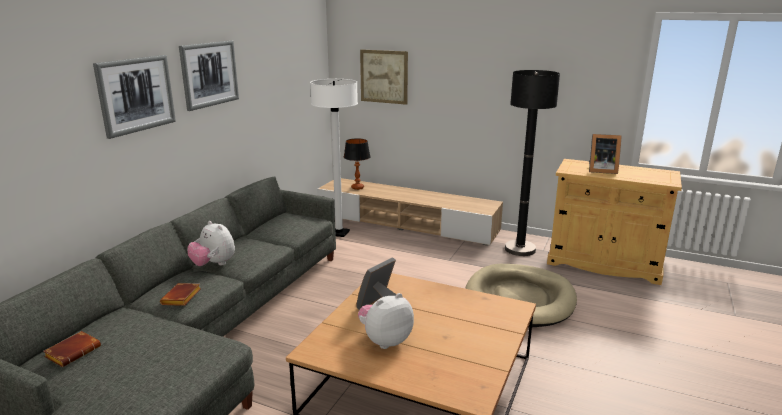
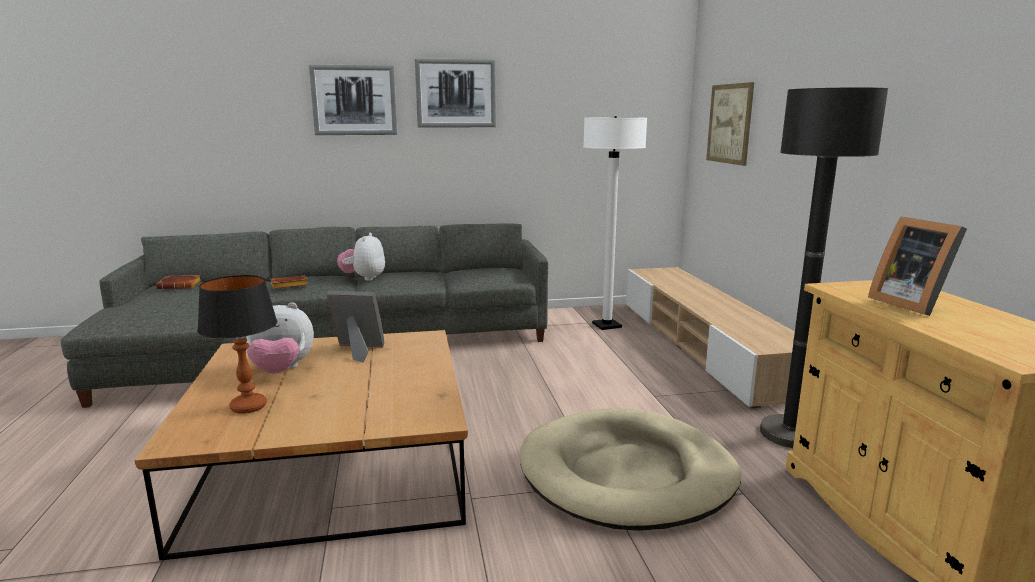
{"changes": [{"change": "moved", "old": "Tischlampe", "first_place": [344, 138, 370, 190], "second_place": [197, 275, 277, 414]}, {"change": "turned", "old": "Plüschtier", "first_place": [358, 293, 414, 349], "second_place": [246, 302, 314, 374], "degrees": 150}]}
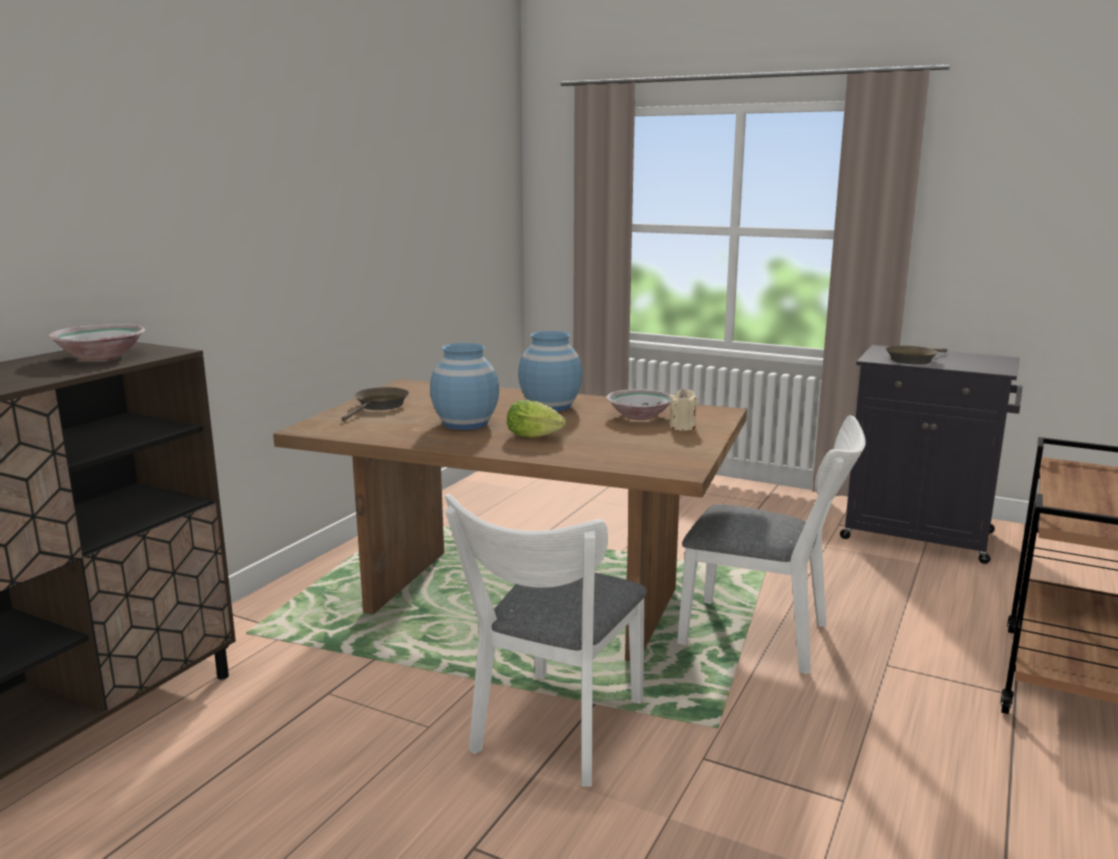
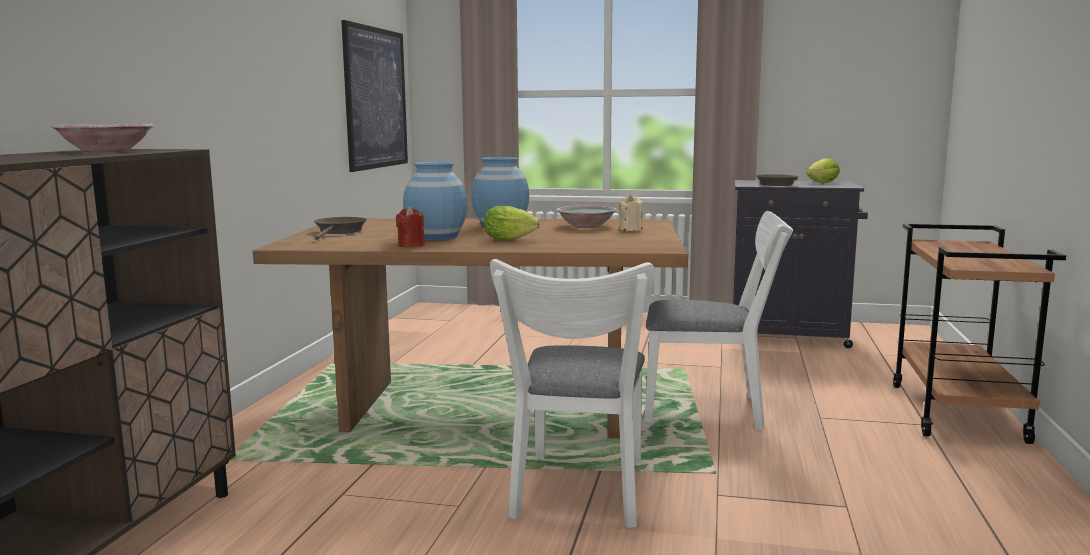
{"changes": [{"change": "added", "new": "Bild", "second_place": [341, 20, 408, 172]}, {"change": "added", "new": "Kerze (rot)", "second_place": [396, 207, 425, 248]}, {"change": "added", "new": "Salatkopf", "second_place": [806, 158, 840, 183]}]}
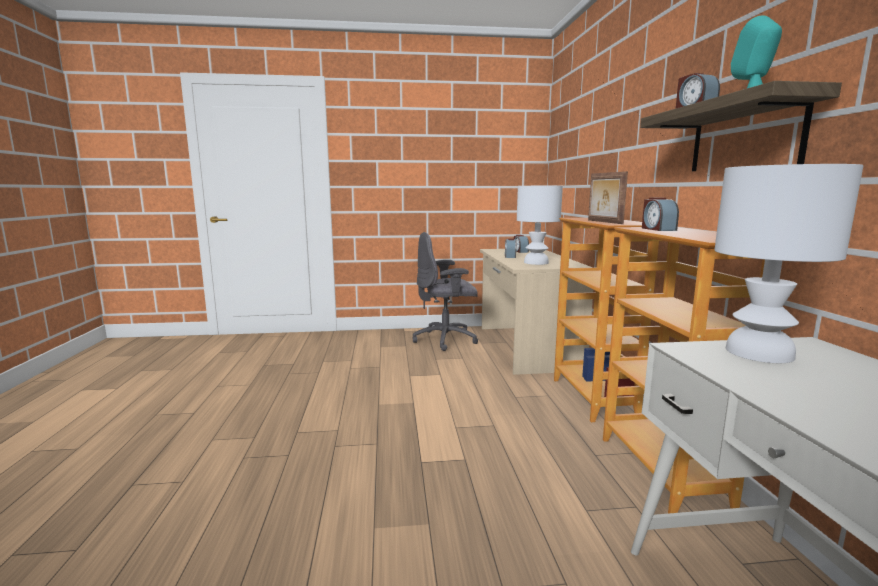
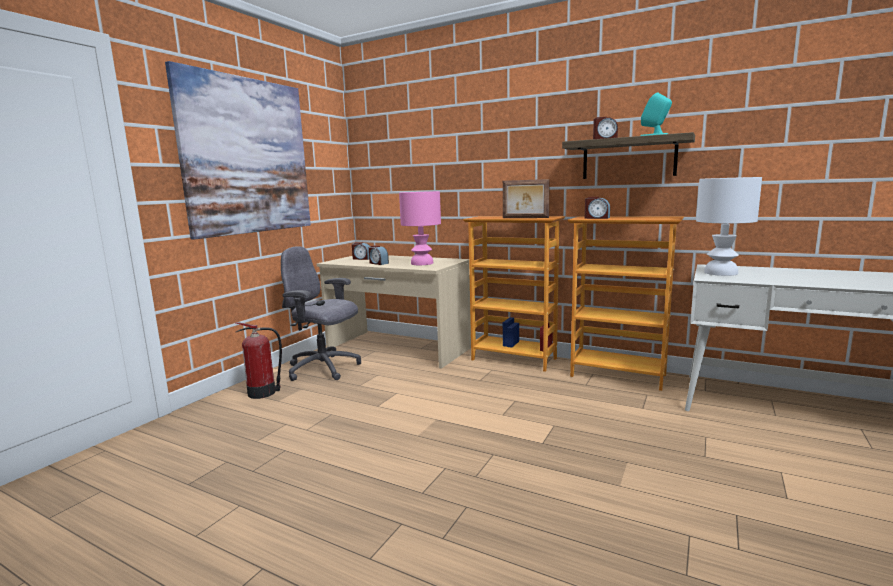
{"changes": [{"change": "added", "new": "Bild", "second_place": [165, 61, 311, 239]}, {"change": "added", "new": "Feuerlöscher", "second_place": [235, 322, 282, 399]}, {"change": "turned", "old": "Bürostuhl (grau)", "first_place": [412, 232, 478, 351], "second_place": [281, 246, 361, 381], "degrees": 90}, {"change": "recoloured", "old": "Tischlampe (weiß)", "new": "Tischlampe (rosa)", "first_place": [517, 186, 563, 265], "second_place": [399, 191, 441, 265]}]}
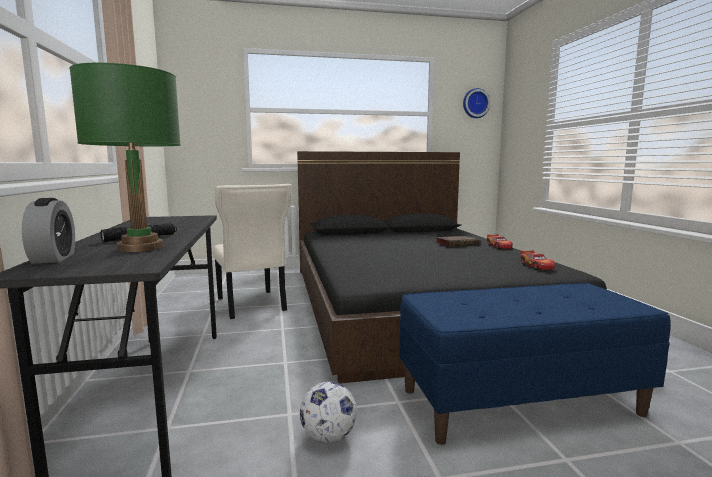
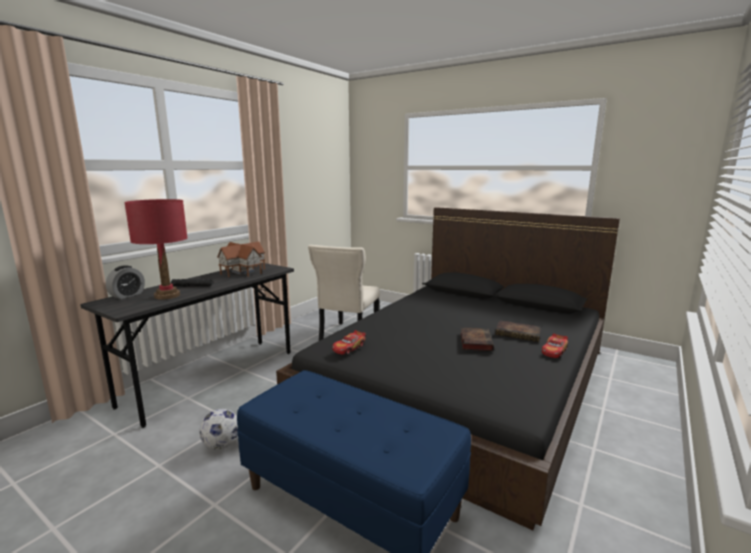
{"changes": [{"change": "recoloured", "old": "Tischlampe (grün)", "new": "Tischlampe (rot)", "first_place": [69, 63, 181, 252], "second_place": [124, 199, 188, 300]}, {"change": "added", "new": "Spielzeughaus", "second_place": [217, 242, 265, 277]}, {"change": "moved", "old": "Spielzeugauto", "first_place": [520, 250, 555, 270], "second_place": [332, 330, 366, 355]}, {"change": "added", "new": "Buch", "second_place": [461, 327, 494, 351]}, {"change": "removed", "old": "Wanduhr", "first_place": [463, 88, 490, 118]}]}
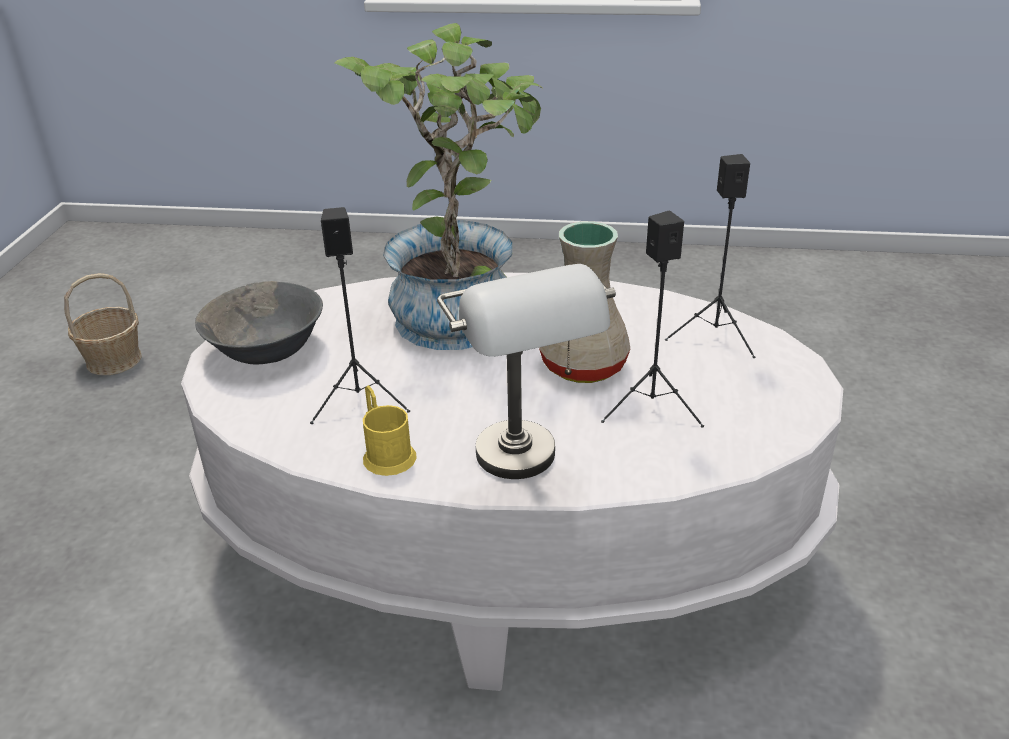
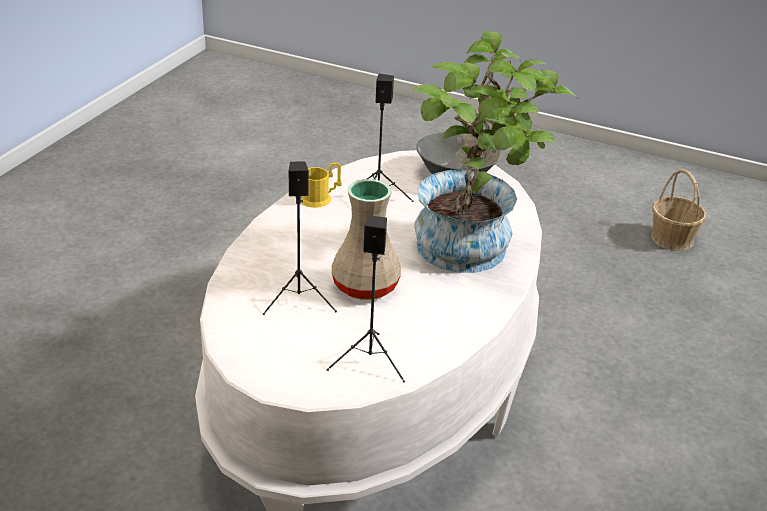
{"changes": [{"change": "removed", "old": "Tischlampe (grau)", "first_place": [437, 264, 616, 479]}]}
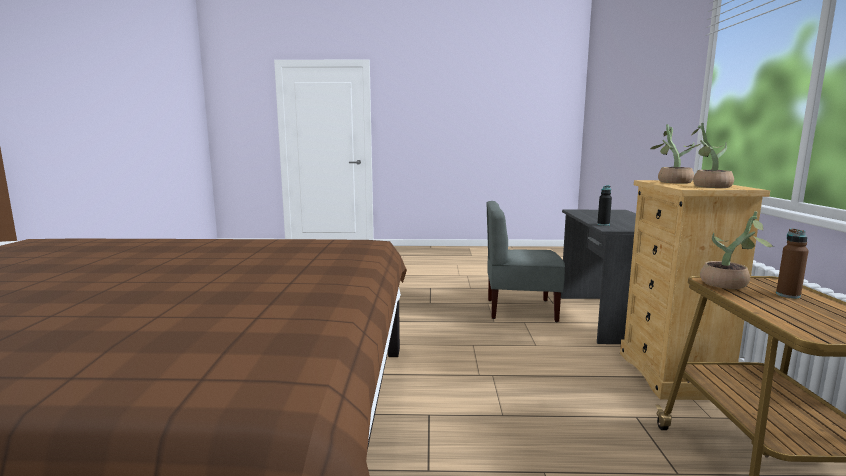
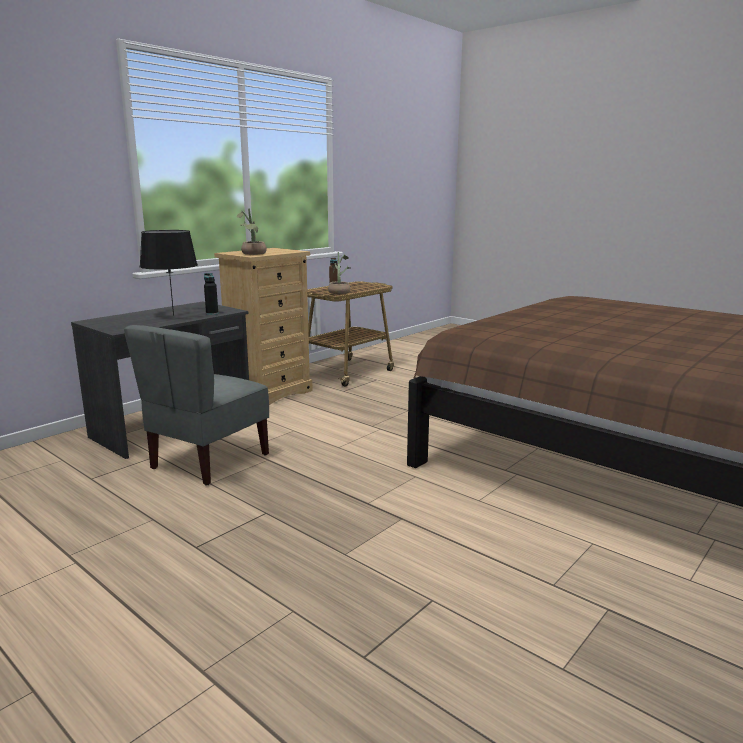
{"changes": [{"change": "turned", "old": "Stuhl (grau)", "first_place": [487, 201, 565, 322], "second_place": [124, 325, 269, 486], "degrees": 75}, {"change": "added", "new": "Tischlampe (schwarz)", "second_place": [140, 230, 198, 316]}, {"change": "removed", "old": "Topfpflanze", "first_place": [685, 123, 734, 188]}]}
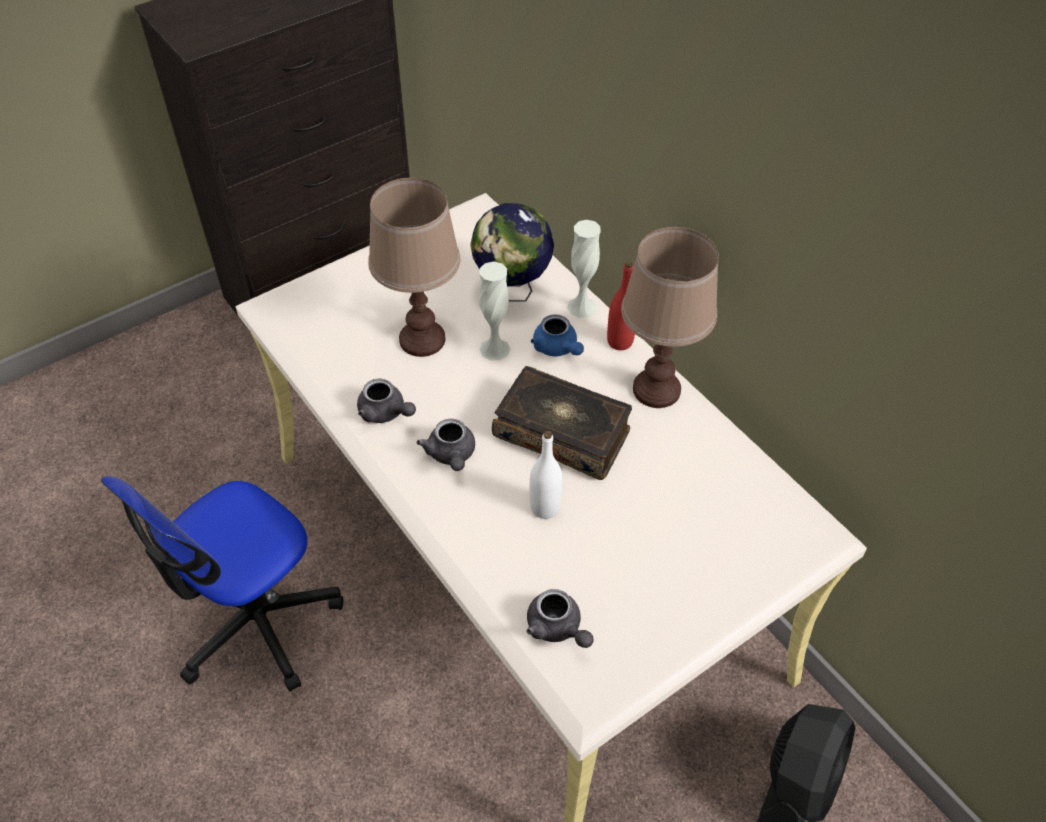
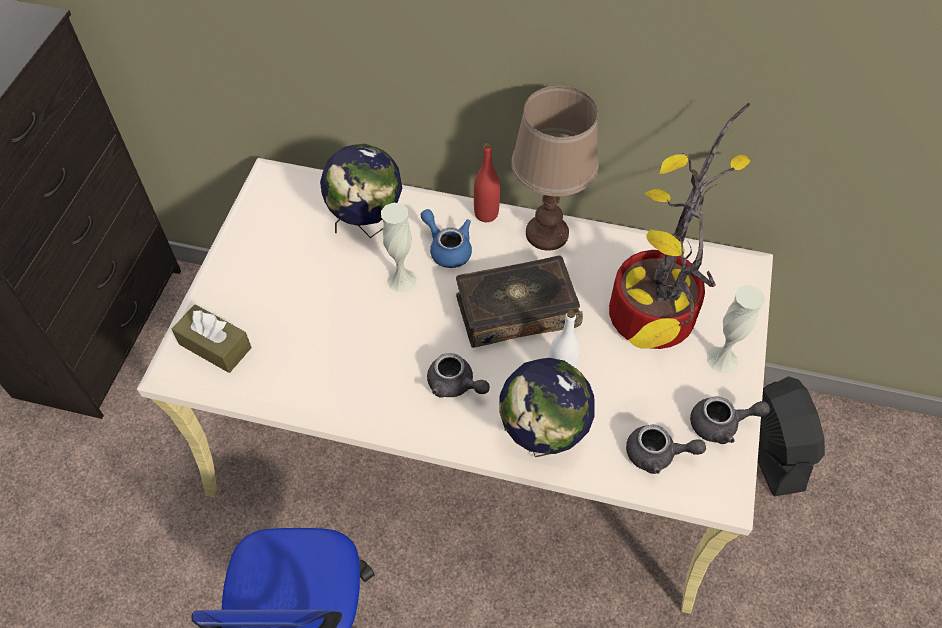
{"changes": [{"change": "added", "new": "Taschentuchbox (braun)", "second_place": [172, 304, 252, 373]}, {"change": "turned", "old": "Teekanne (blau)", "first_place": [531, 314, 584, 356], "second_place": [420, 209, 472, 268], "degrees": -150}, {"change": "added", "new": "Globus", "second_place": [499, 358, 594, 457]}, {"change": "added", "new": "Topfpflanze", "second_place": [609, 103, 750, 349]}, {"change": "moved", "old": "Teekanne (grau)", "first_place": [357, 378, 416, 423], "second_place": [690, 396, 770, 444]}, {"change": "moved", "old": "Vase (weiß)", "first_place": [567, 220, 601, 318], "second_place": [707, 285, 765, 373]}, {"change": "removed", "old": "Tischlampe (braun)", "first_place": [368, 178, 460, 357]}]}
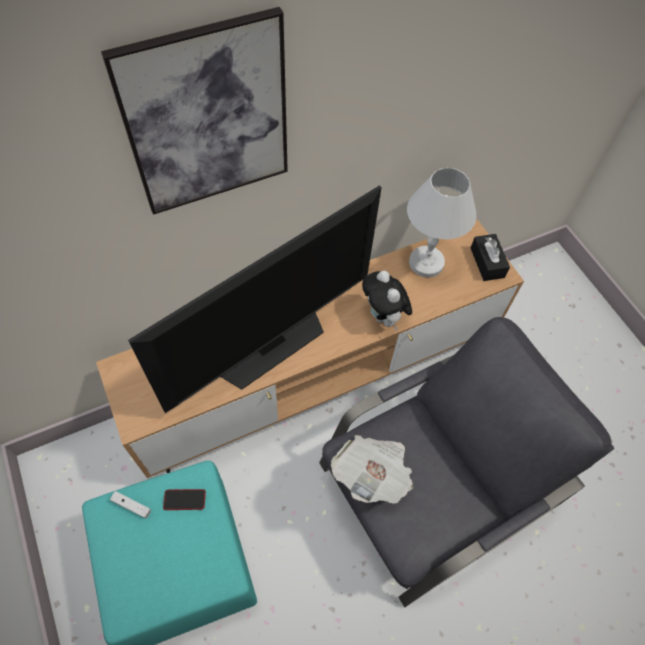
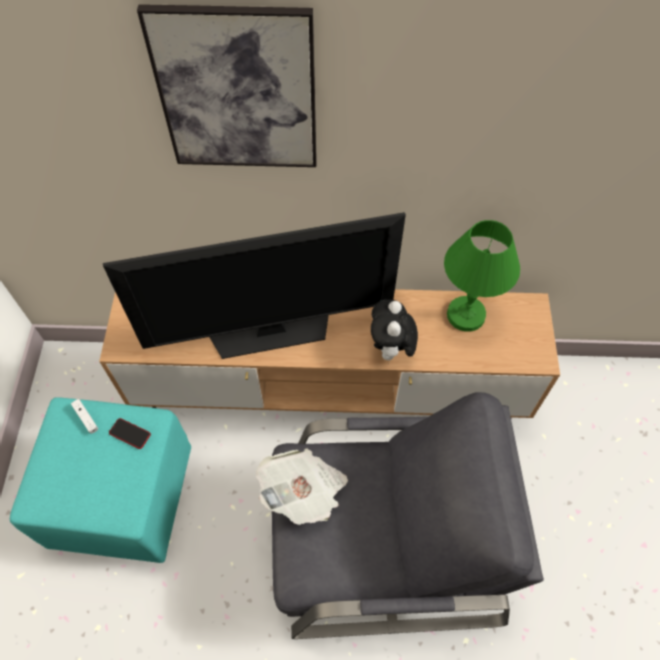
{"changes": [{"change": "recoloured", "old": "Tischlampe (weiß)", "new": "Tischlampe (grün)", "first_place": [407, 168, 476, 278], "second_place": [444, 220, 520, 332]}, {"change": "removed", "old": "Taschentuchbox (schwarz)", "first_place": [471, 234, 510, 281]}]}
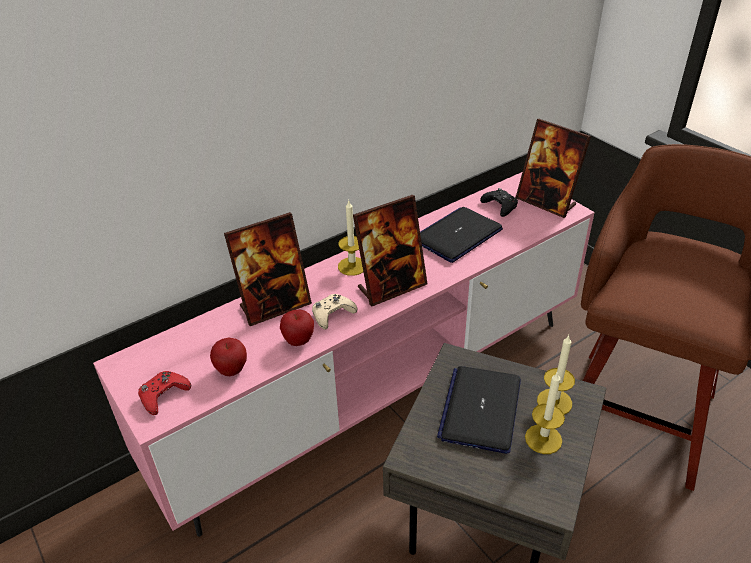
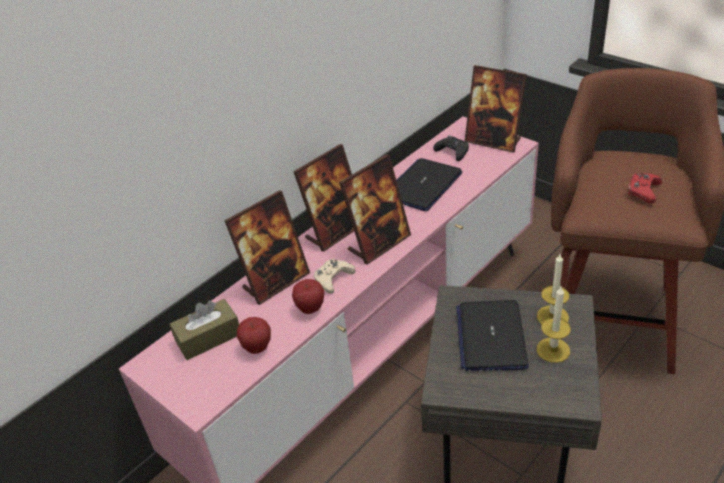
{"changes": [{"change": "added", "new": "Taschentuchbox (braun)", "second_place": [170, 299, 239, 360]}, {"change": "replaced", "old": "Kerze", "new": "Bilderrahmen", "first_place": [338, 201, 363, 276], "second_place": [293, 144, 354, 252]}, {"change": "moved", "old": "Gamepad (rot)", "first_place": [138, 371, 191, 415], "second_place": [628, 173, 662, 203]}]}
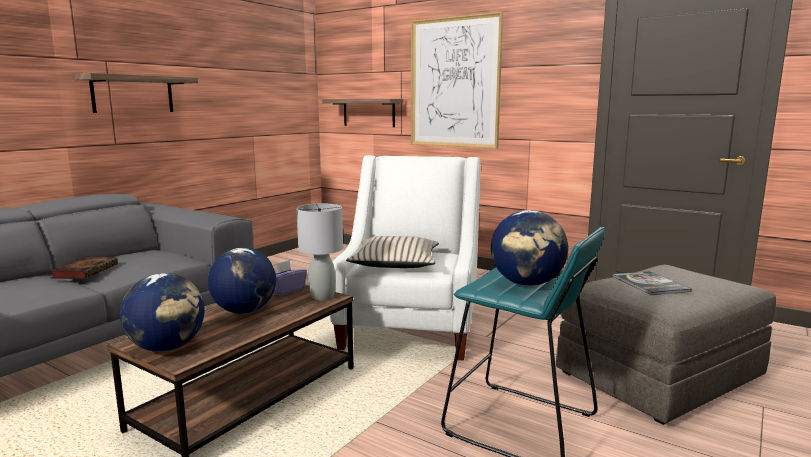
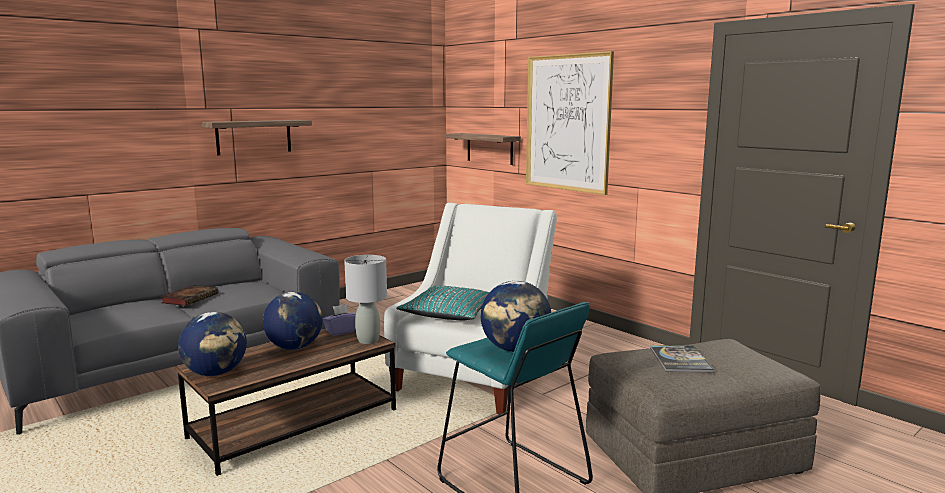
{"changes": [{"change": "recoloured", "old": "Kissen (beige)", "new": "Kissen (türkis)", "first_place": [346, 236, 439, 268], "second_place": [396, 285, 490, 320]}]}
